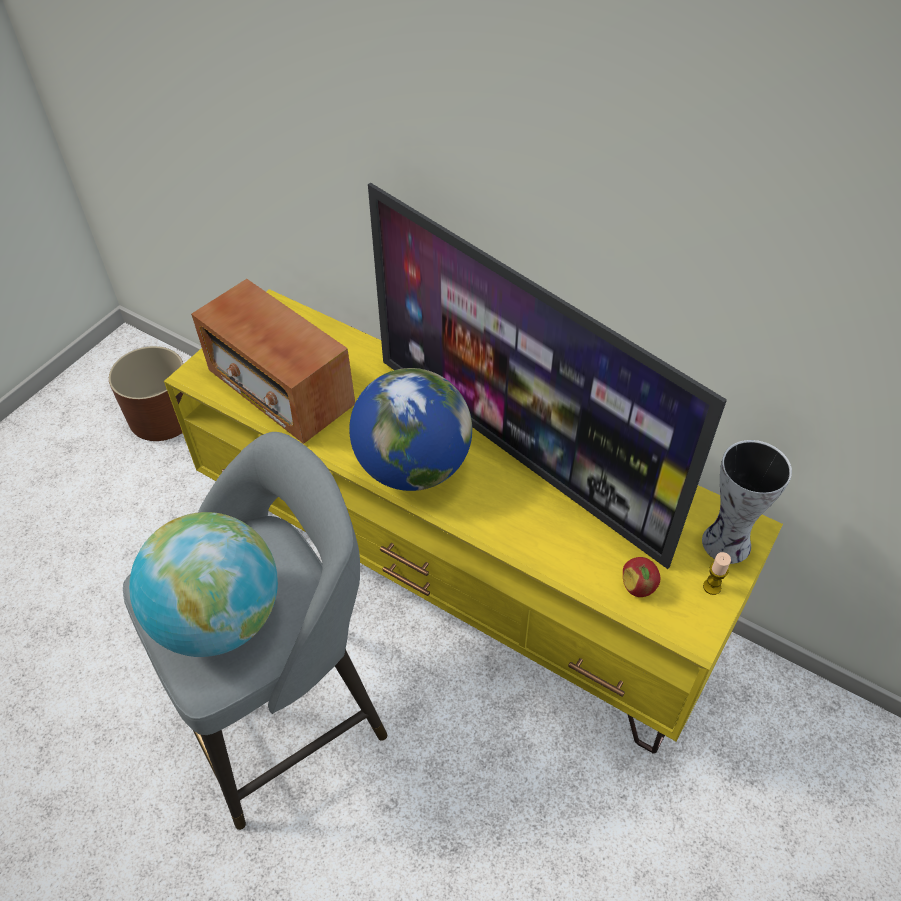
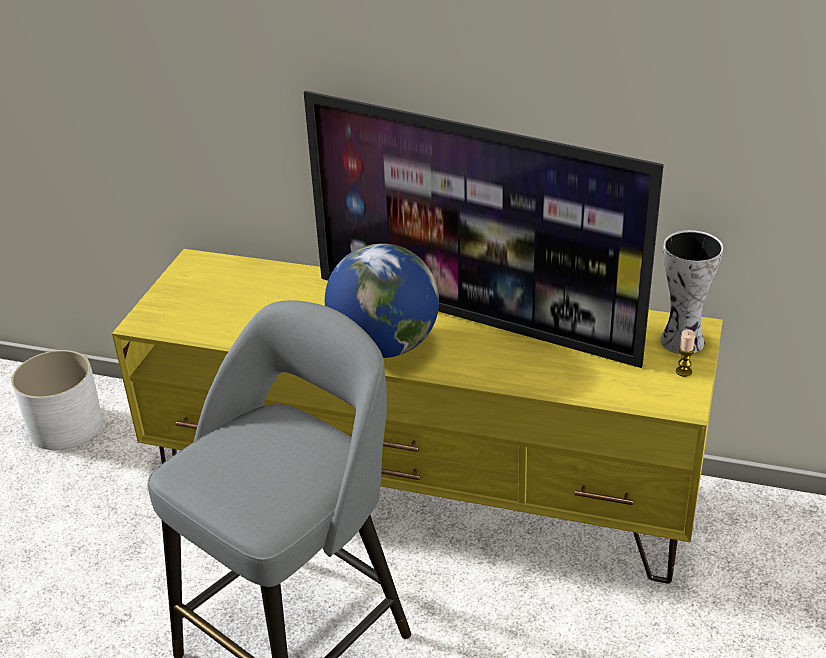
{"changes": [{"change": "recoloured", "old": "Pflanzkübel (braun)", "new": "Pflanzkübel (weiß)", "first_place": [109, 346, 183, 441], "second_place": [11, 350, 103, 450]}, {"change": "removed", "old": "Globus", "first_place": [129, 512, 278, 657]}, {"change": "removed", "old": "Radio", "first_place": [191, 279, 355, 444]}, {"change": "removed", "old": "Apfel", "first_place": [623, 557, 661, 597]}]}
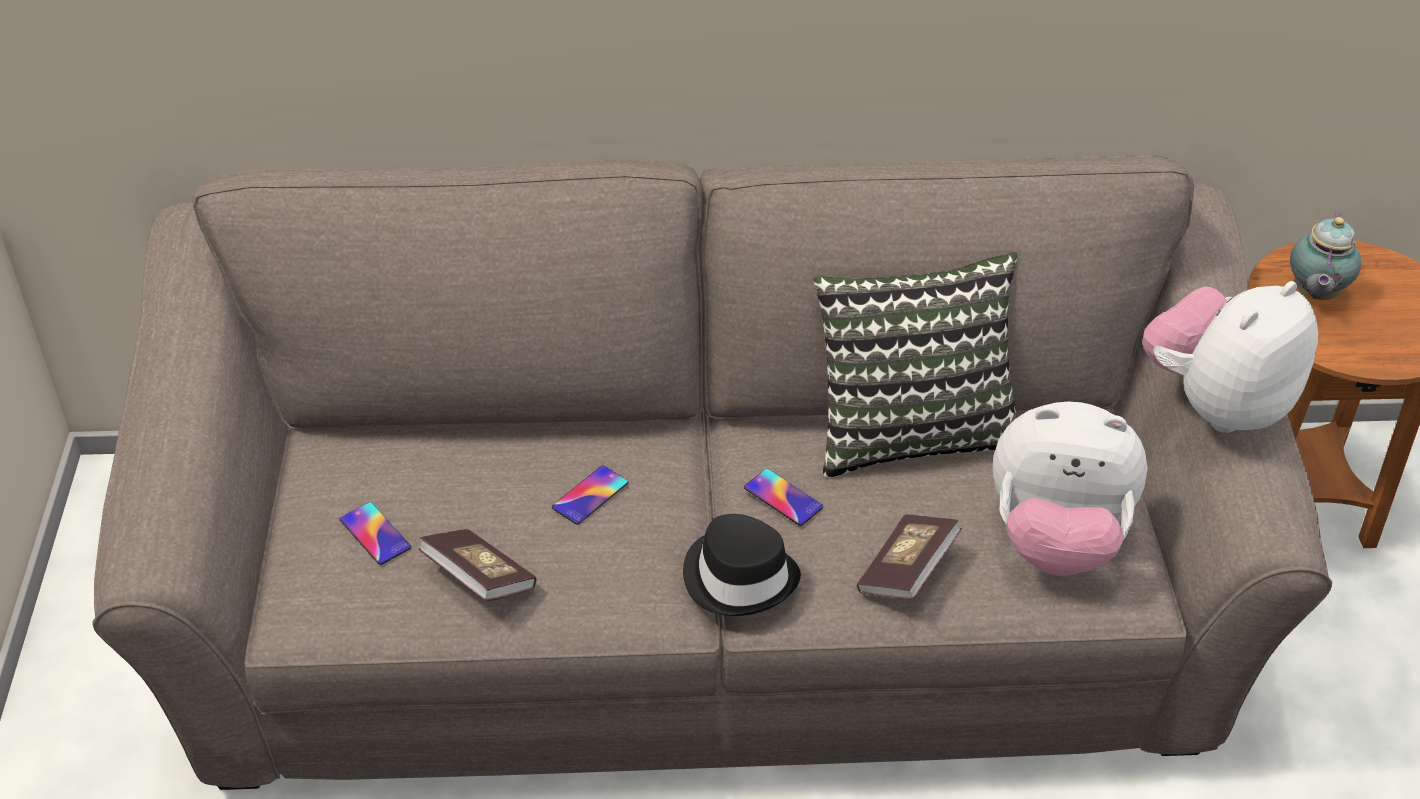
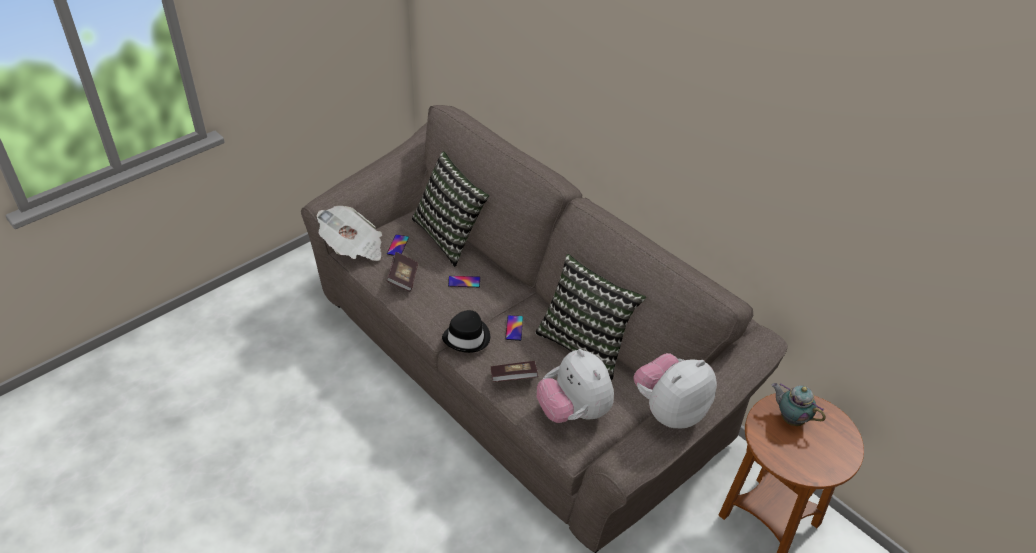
{"changes": [{"change": "added", "new": "Zeitung", "second_place": [317, 206, 382, 261]}, {"change": "added", "new": "Kissen", "second_place": [412, 152, 489, 267]}, {"change": "turned", "old": "Plüschtier", "first_place": [1142, 281, 1318, 433], "second_place": [633, 353, 717, 428], "degrees": -45}, {"change": "turned", "old": "Teekanne", "first_place": [1290, 213, 1361, 300], "second_place": [772, 383, 826, 426], "degrees": 60}]}
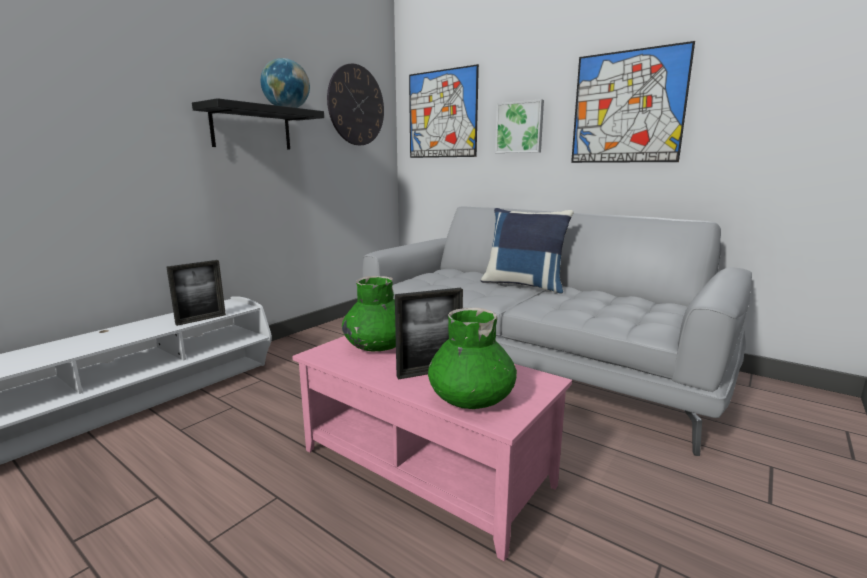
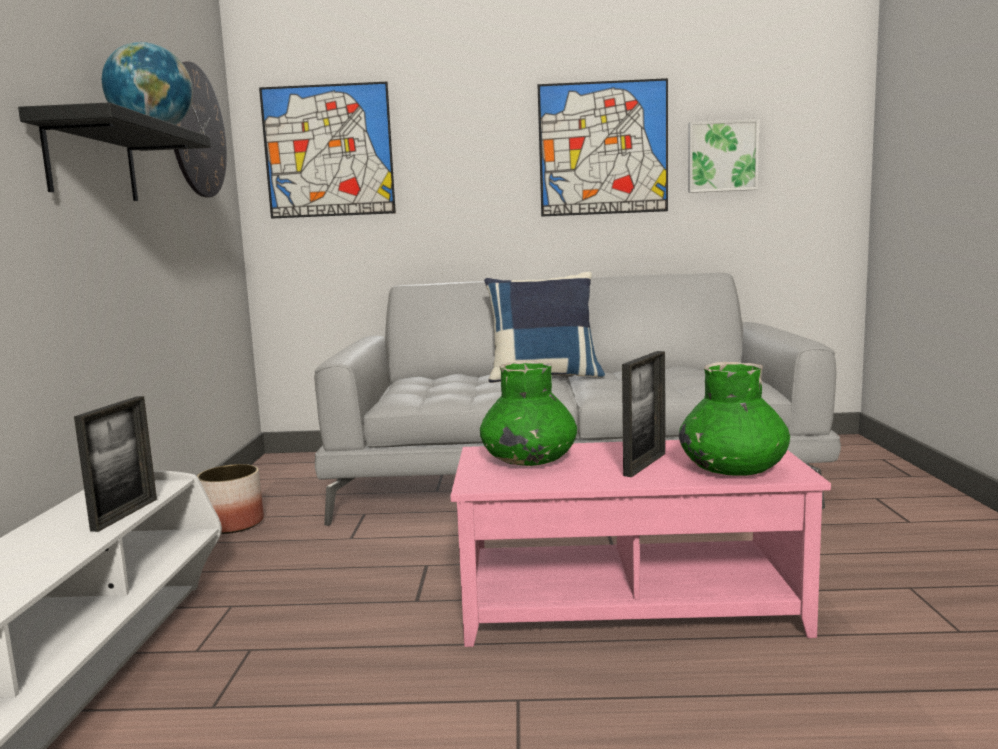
{"changes": [{"change": "added", "new": "Pflanzkübel", "second_place": [197, 464, 264, 534]}, {"change": "moved", "old": "Bild", "first_place": [495, 99, 544, 153], "second_place": [688, 119, 759, 193]}]}
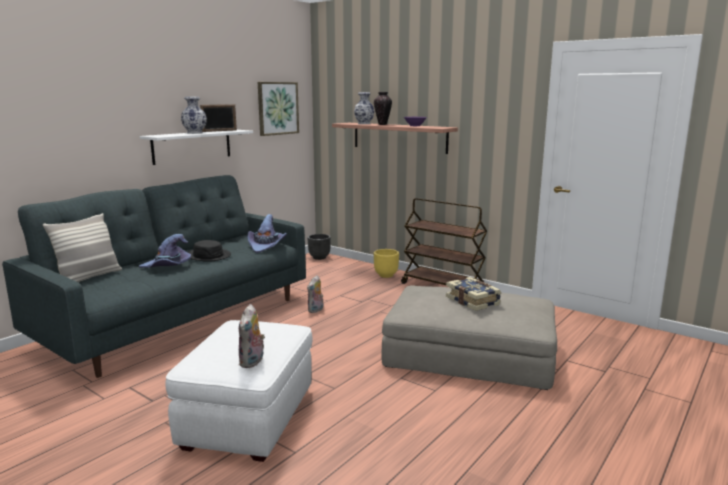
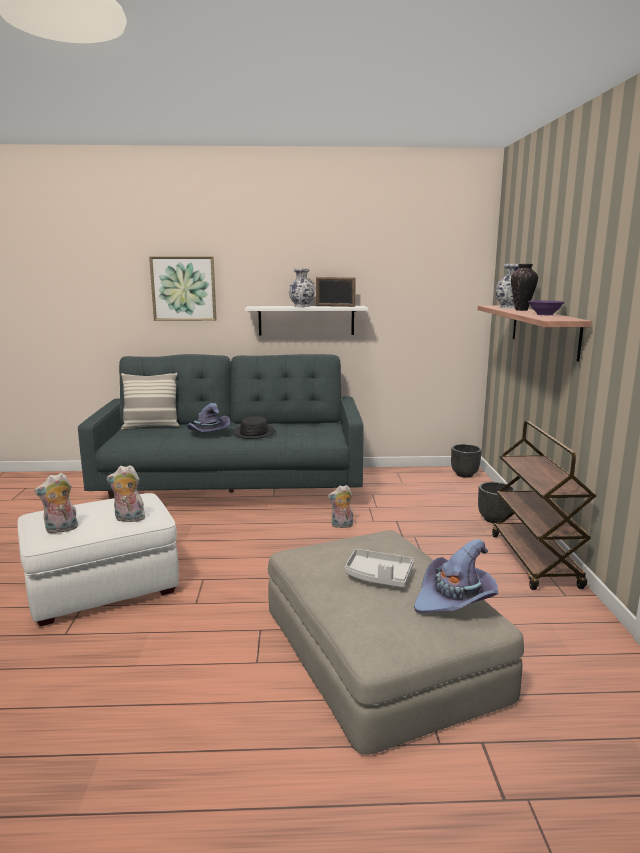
{"changes": [{"change": "added", "new": "Plüschtier", "second_place": [107, 465, 147, 522]}, {"change": "moved", "old": "Bild", "first_place": [258, 82, 299, 136], "second_place": [149, 257, 216, 321]}, {"change": "replaced", "old": "Buch", "new": "Tablett (grau)", "first_place": [446, 277, 501, 311], "second_place": [345, 549, 414, 587]}, {"change": "moved", "old": "Hut (lila)", "first_place": [247, 214, 287, 253], "second_place": [414, 539, 498, 613]}, {"change": "recoloured", "old": "Pflanzkübel (gelb)", "new": "Pflanzkübel (schwarz)", "first_place": [374, 249, 399, 278], "second_place": [478, 482, 516, 523]}]}
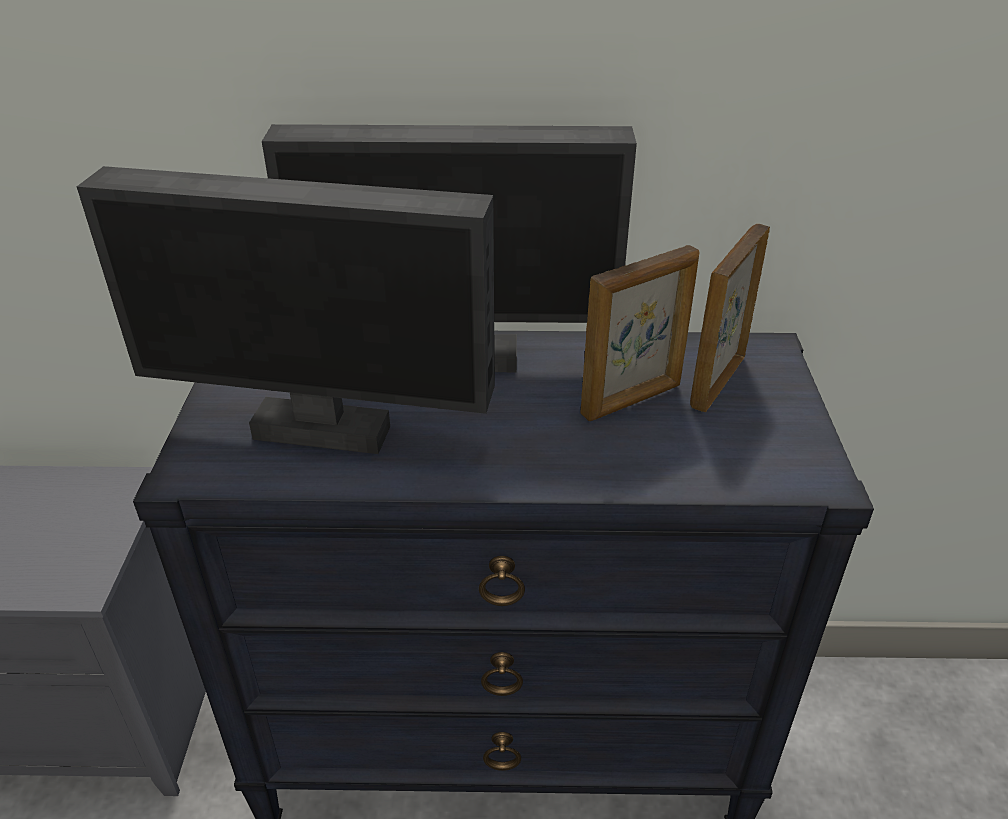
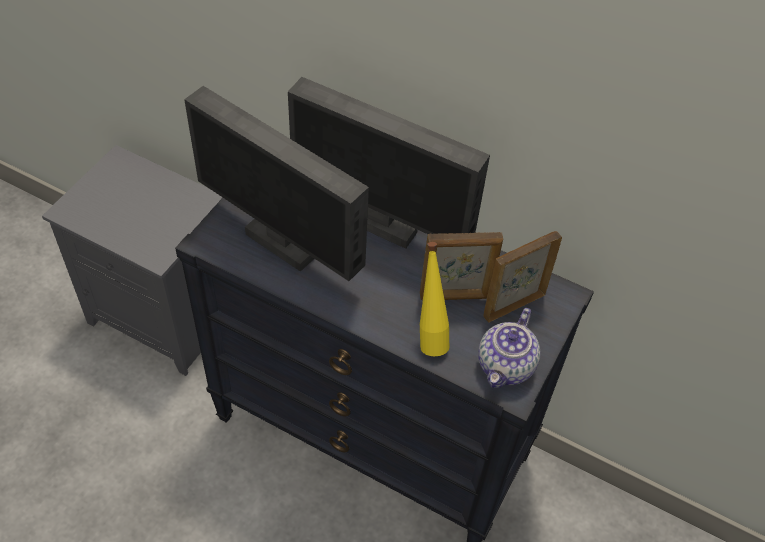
{"changes": [{"change": "added", "new": "Flasche (gelb)", "second_place": [420, 242, 449, 356]}, {"change": "added", "new": "Teekanne", "second_place": [478, 308, 540, 388]}]}
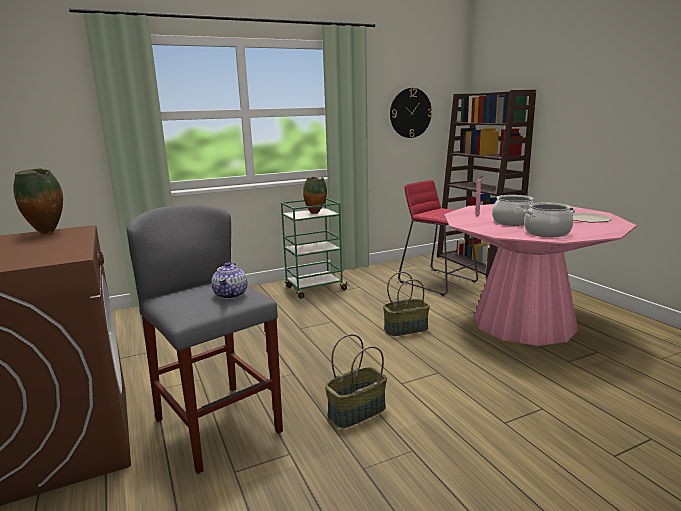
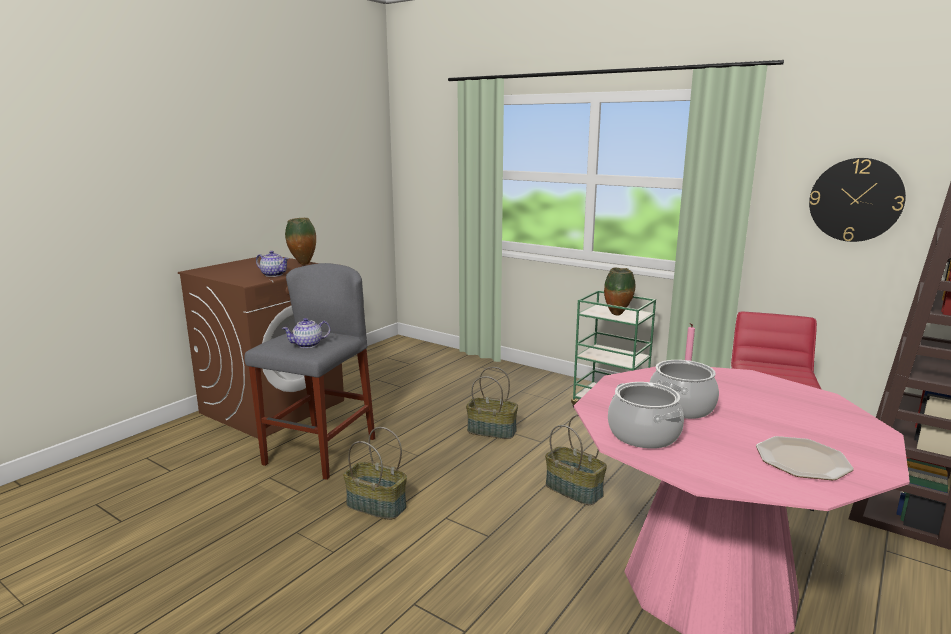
{"changes": [{"change": "added", "new": "Teekanne", "second_place": [256, 251, 289, 277]}, {"change": "added", "new": "Korb", "second_place": [466, 367, 518, 439]}]}
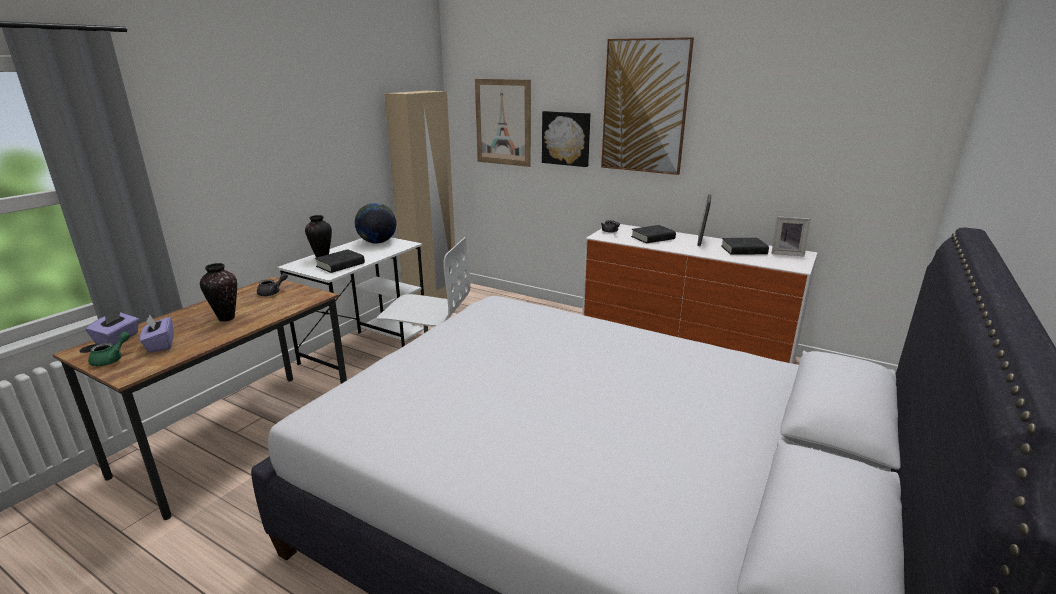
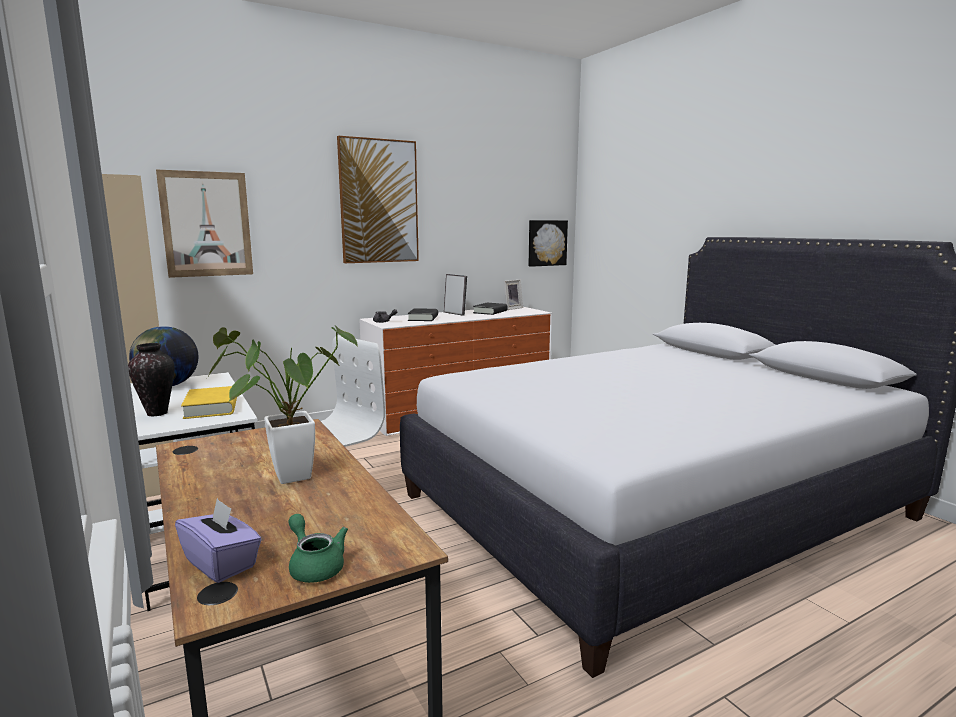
{"changes": [{"change": "recoloured", "old": "Buch (schwarz)", "new": "Buch (gelb)", "first_place": [315, 249, 365, 273], "second_place": [181, 386, 237, 419]}, {"change": "replaced", "old": "Vase", "new": "Topfpflanze", "first_place": [200, 263, 237, 322], "second_place": [207, 325, 359, 484]}, {"change": "moved", "old": "Bild", "first_place": [542, 111, 590, 167], "second_place": [528, 220, 568, 267]}, {"change": "removed", "old": "Taschentuchbox (lila)", "first_place": [140, 315, 174, 353]}, {"change": "removed", "old": "Teekanne (grau)", "first_place": [257, 273, 288, 296]}]}
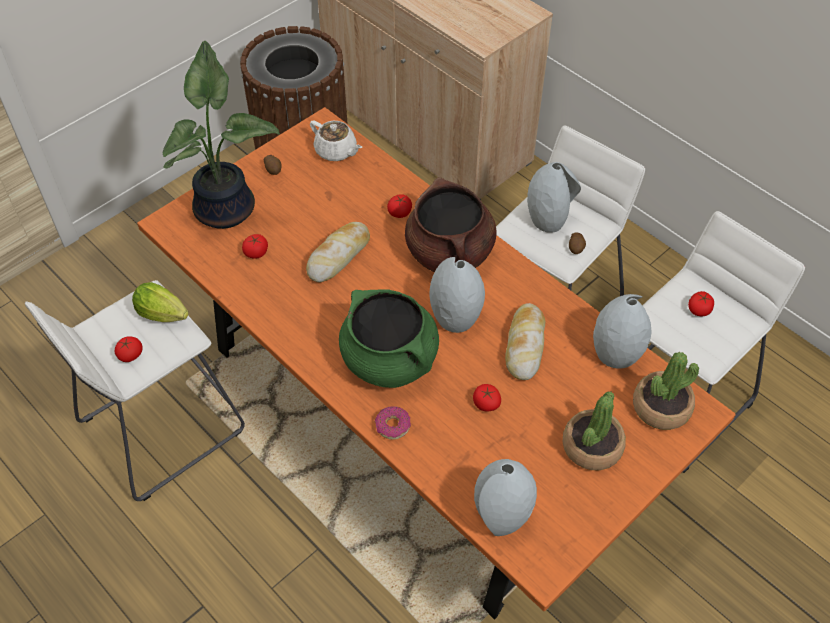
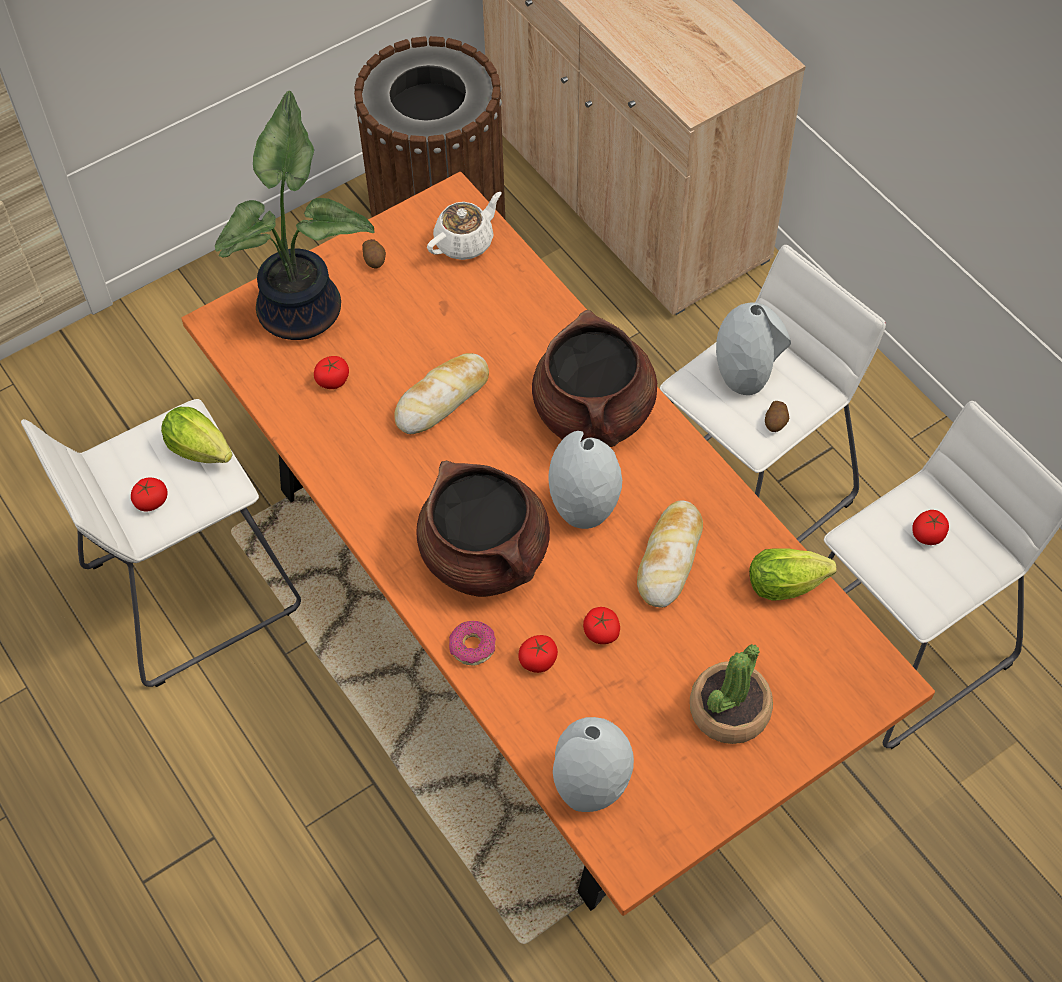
{"changes": [{"change": "recoloured", "old": "Kochtopf (grün)", "new": "Kochtopf (braun)", "first_place": [339, 289, 439, 388], "second_place": [416, 461, 550, 597]}, {"change": "turned", "old": "Teekanne (weiß)", "first_place": [310, 121, 362, 161], "second_place": [427, 192, 502, 260], "degrees": -90}, {"change": "moved", "old": "Tomate", "first_place": [387, 194, 412, 218], "second_place": [518, 635, 558, 673]}, {"change": "replaced", "old": "Vase (grau)", "new": "Salatkopf", "first_place": [593, 294, 652, 369], "second_place": [749, 549, 837, 600]}, {"change": "removed", "old": "Topfpflanze", "first_place": [633, 352, 699, 430]}]}
